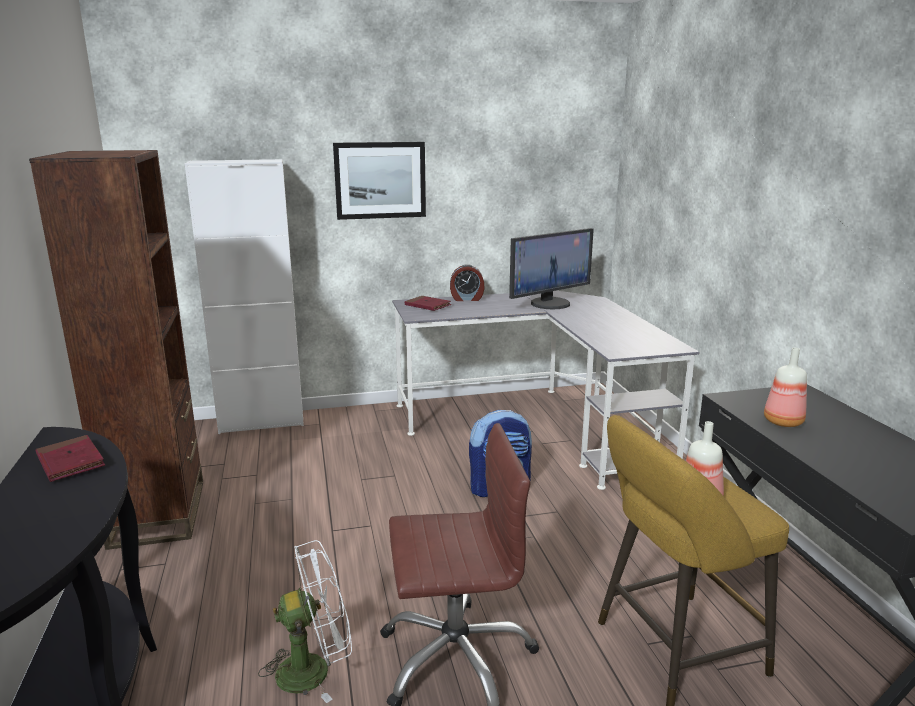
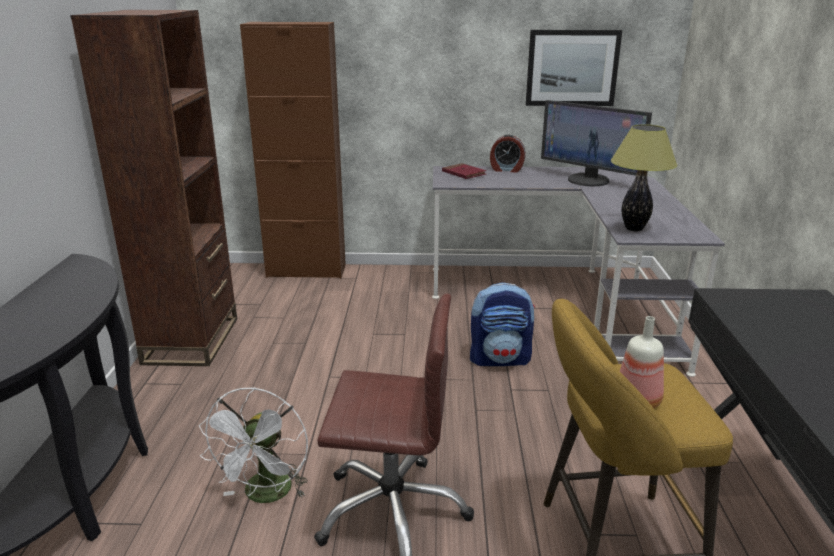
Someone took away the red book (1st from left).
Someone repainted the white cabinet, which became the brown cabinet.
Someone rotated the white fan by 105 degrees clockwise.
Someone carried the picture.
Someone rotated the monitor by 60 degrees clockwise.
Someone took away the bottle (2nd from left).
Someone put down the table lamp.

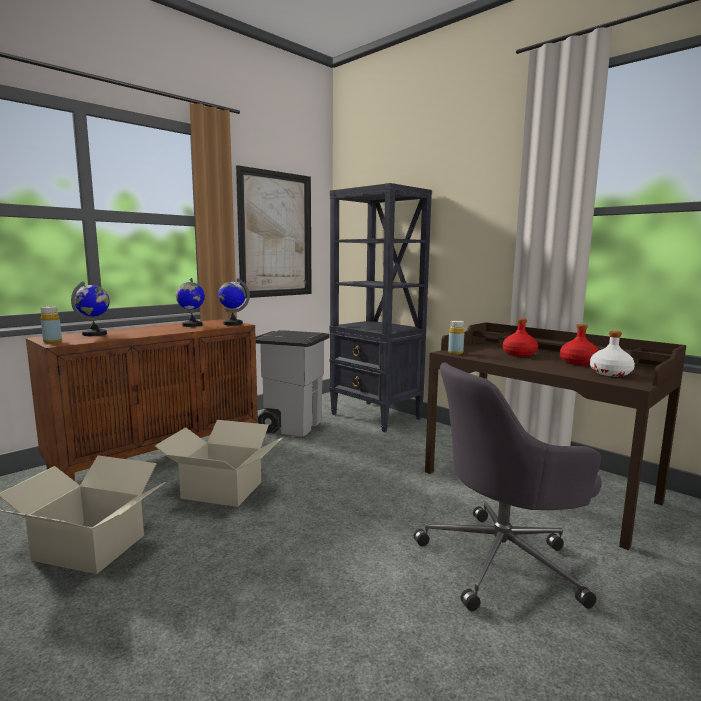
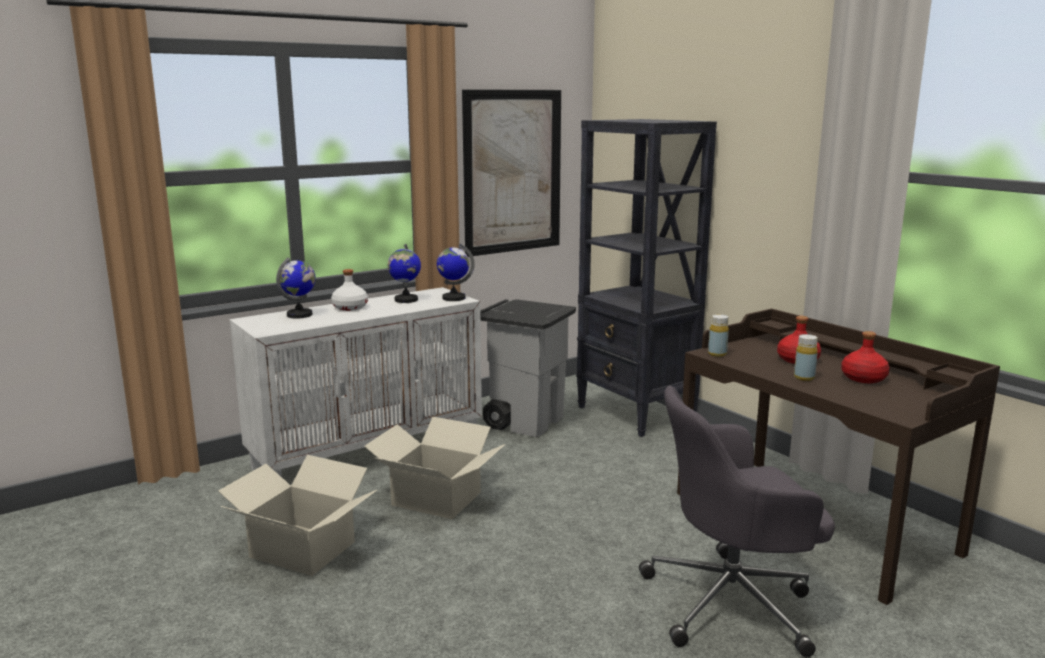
Someone repainted the brown cabinet, which became the white cabinet.
Someone carried the yellow bottle (1st from left in the first image).
Someone carried the white bottle.

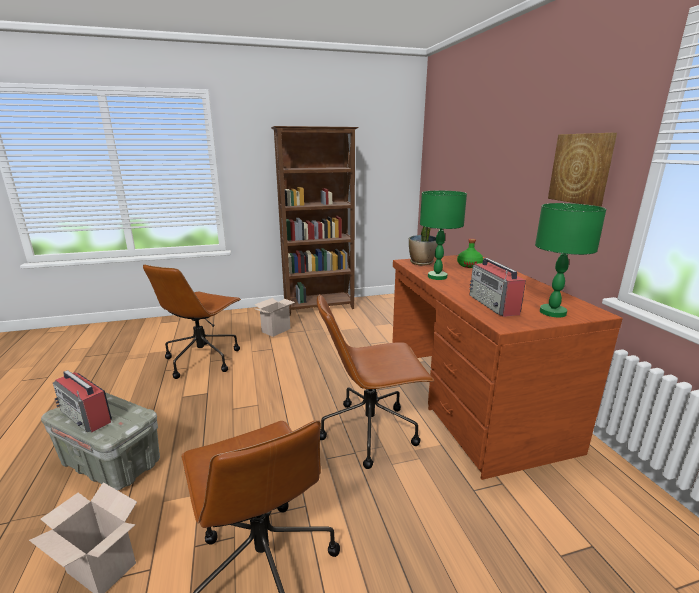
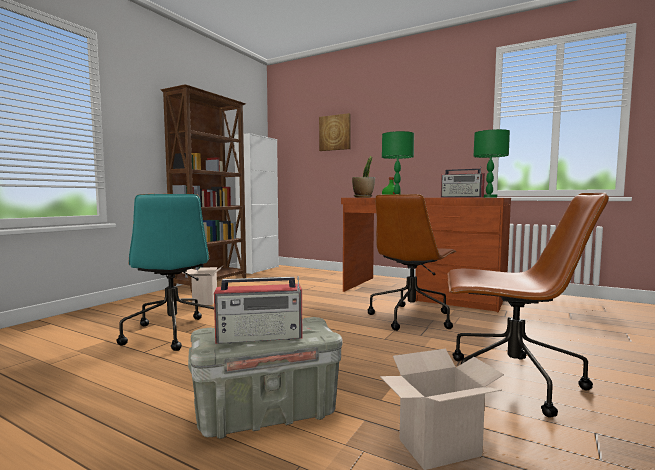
Someone repainted the brown office chair (1st from left), which became the turquoise office chair.
Someone carried the picture.
Someone put down the white cabinet.

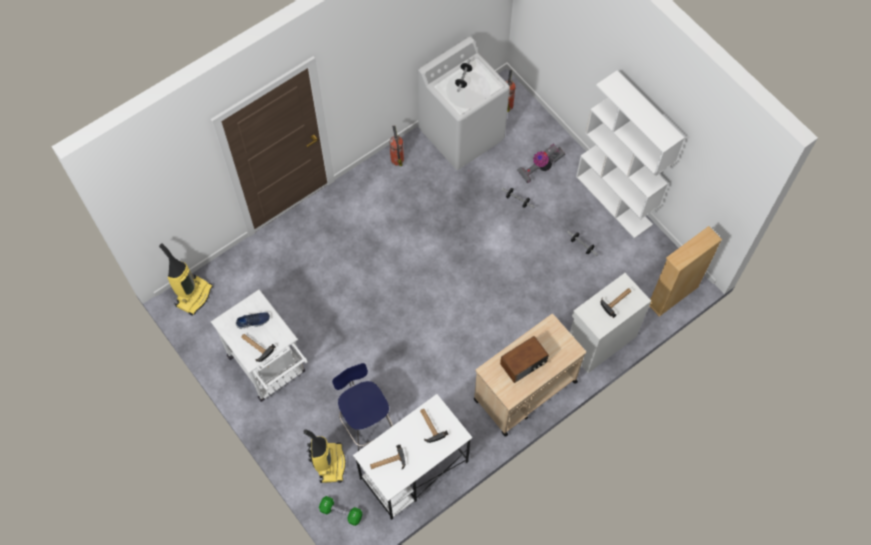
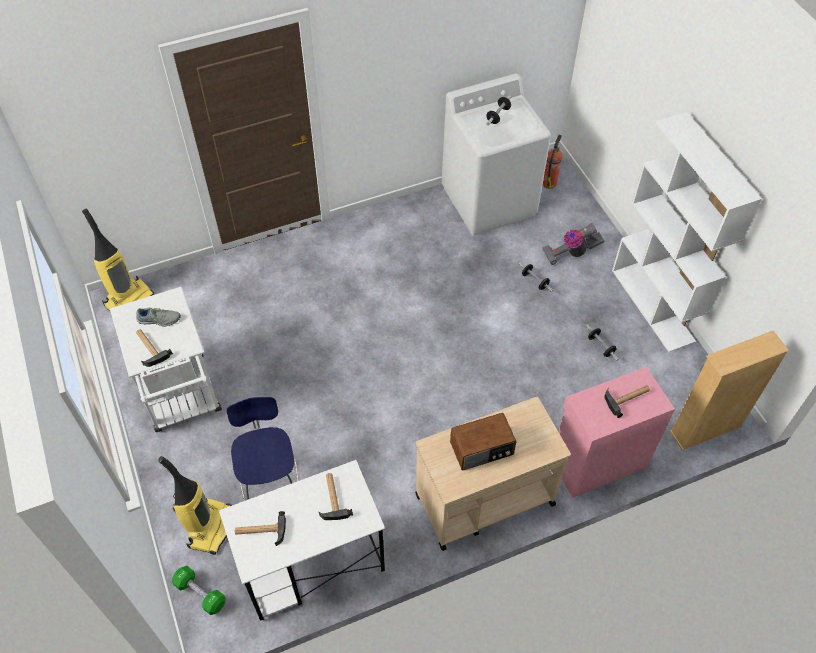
Someone repainted the blue shoe, which became the grey shoe.
Someone took away the fire extinguisher (1st from left).
Someone repainted the white cabinet, which became the pink cabinet.

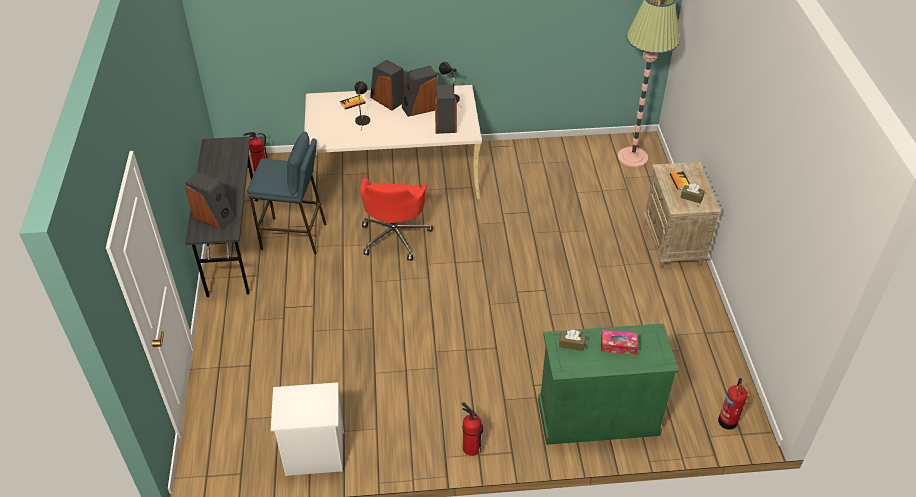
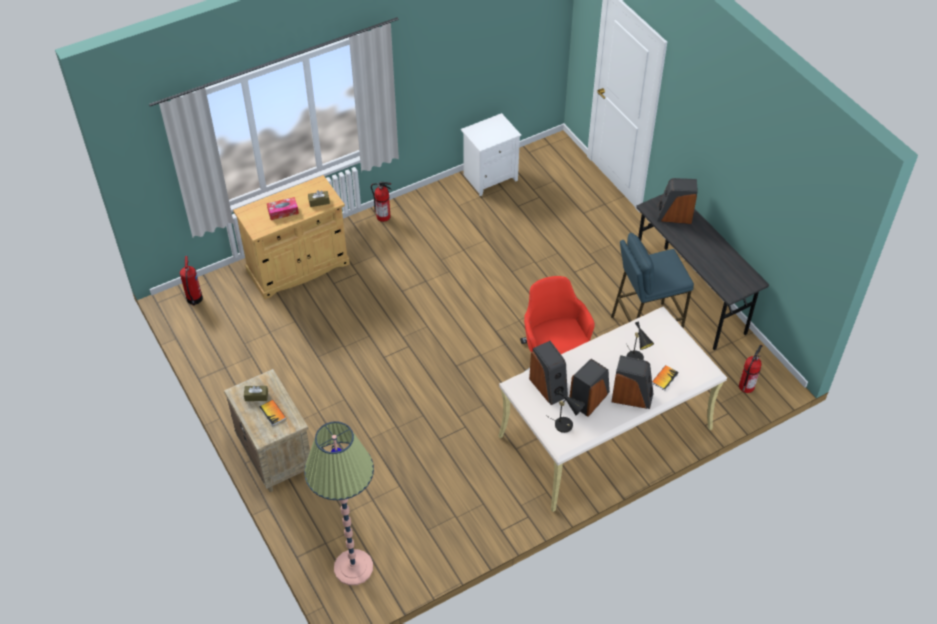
Someone repainted the green cabinet, which became the beige cabinet.

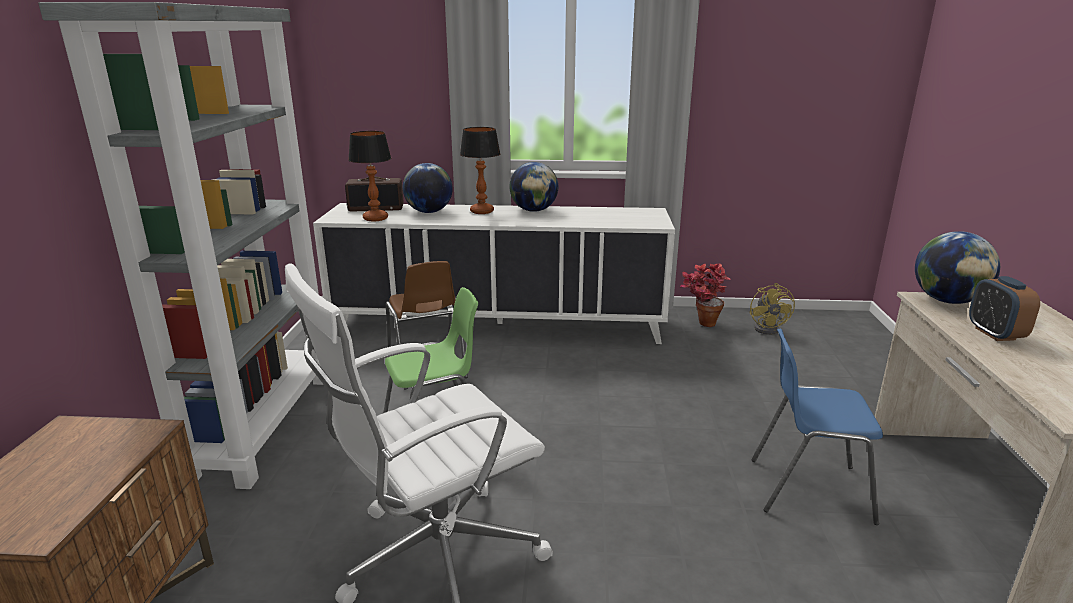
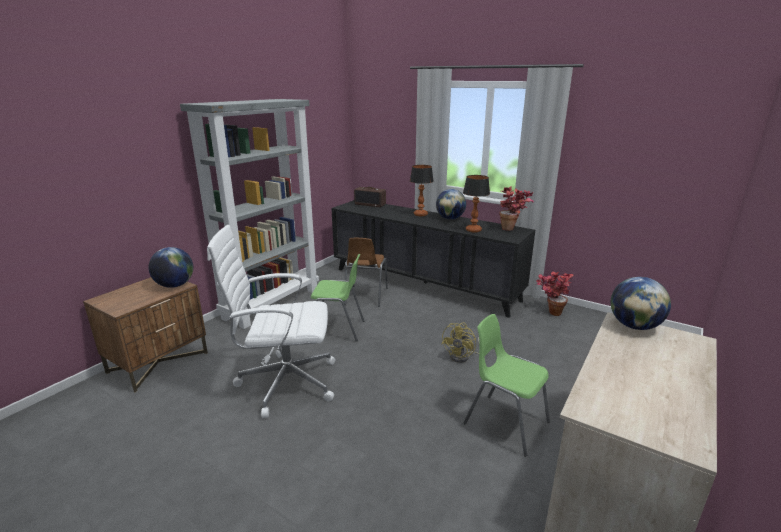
Someone repainted the white cabinet, which became the black cabinet.
Someone carried the table lamp (1st from left in the first image).
Someone carried the globe (1st from left).
Someone carried the yellow fan.
Someone repainted the blue chair, which became the green chair (2nd from left).
Someone took away the alarm clock.
Someone put down the potted plant (1st from left).

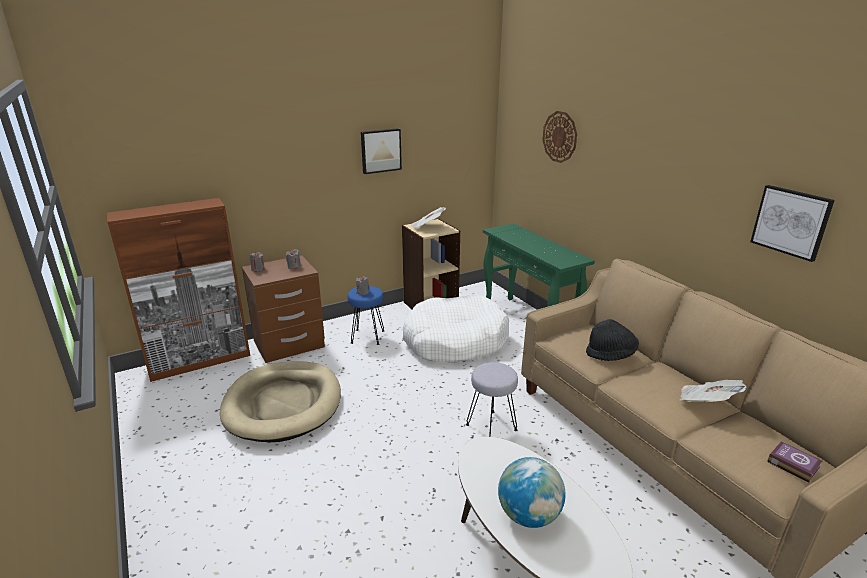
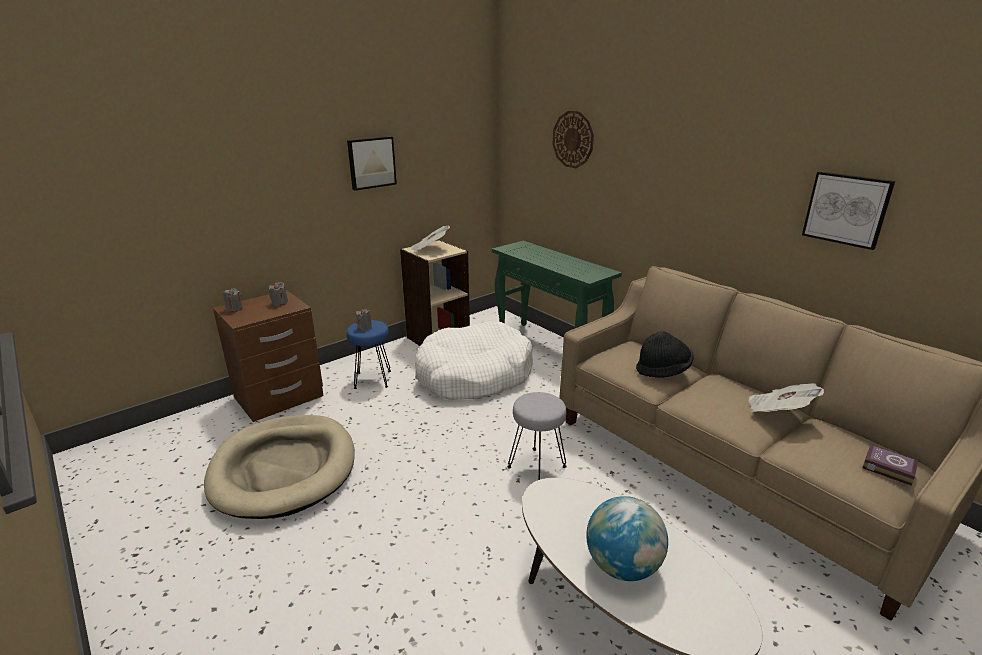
Someone took away the brown cabinet.

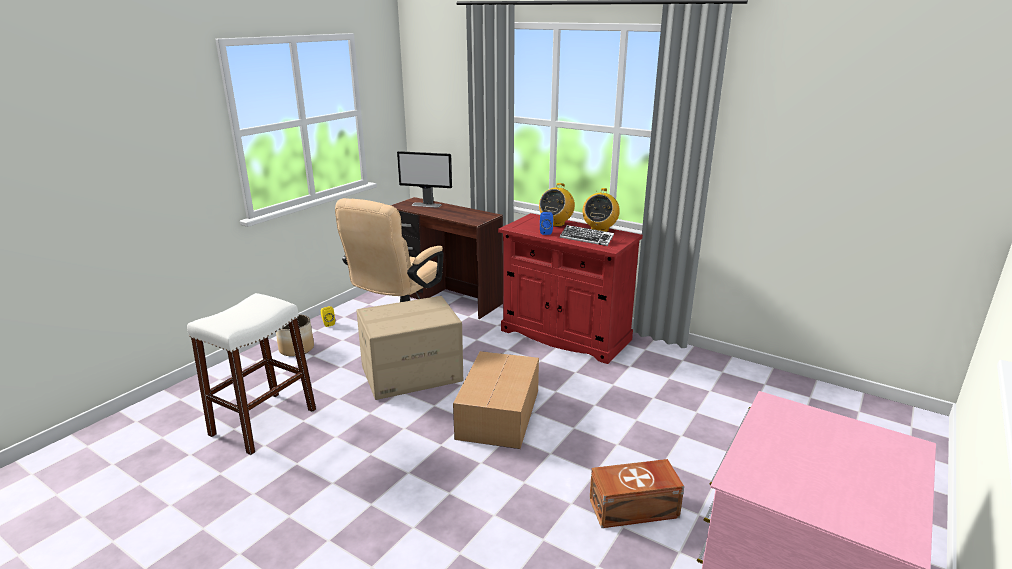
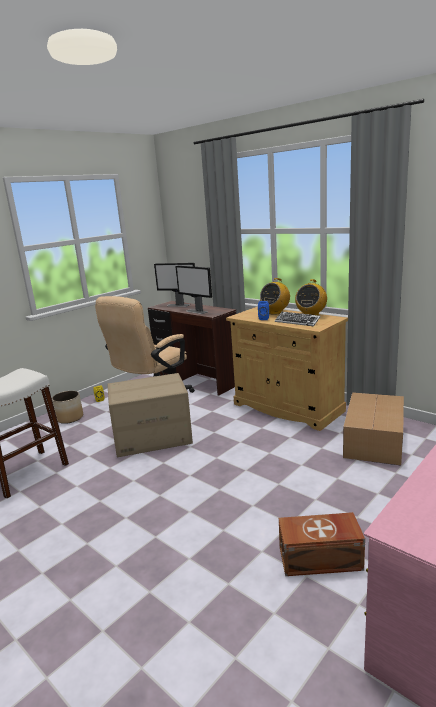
Someone carried the cardboard box (2nd from left).
Someone repainted the red cabinet, which became the beige cabinet.
Someone put down the monitor (2nd from left).

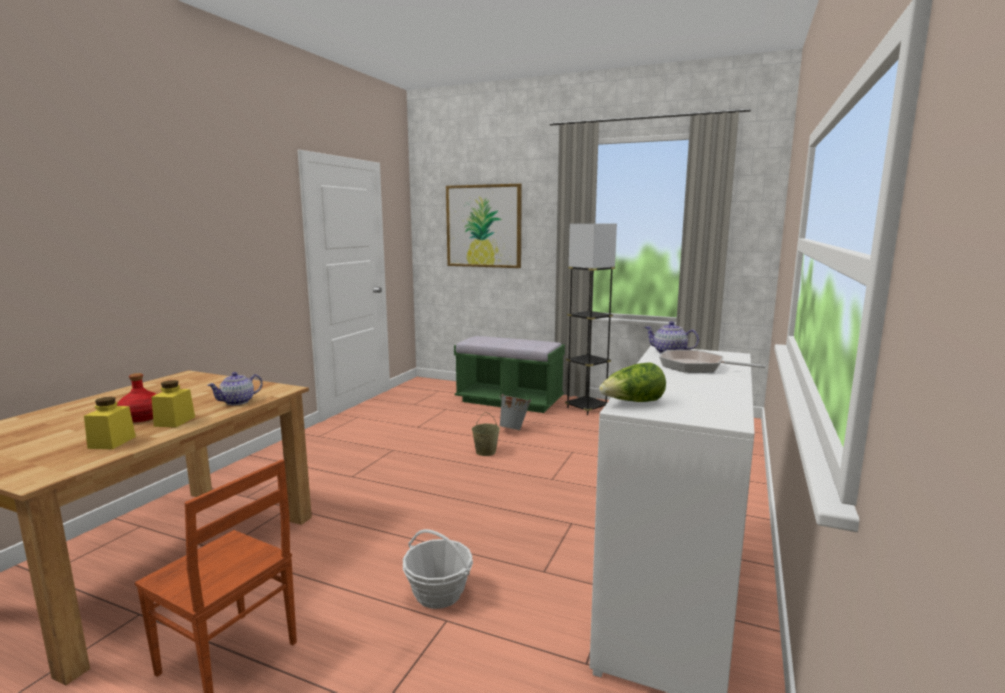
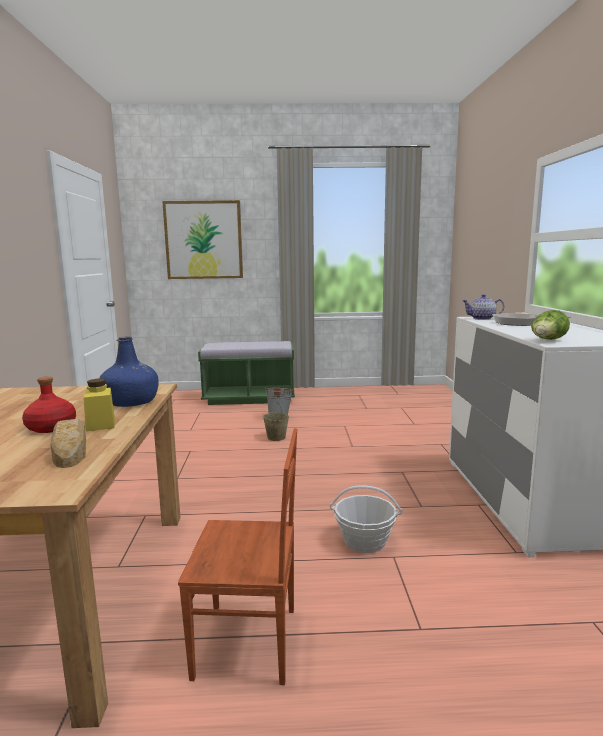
Someone swapped the yellow jar (1st from left) for the bread.
Someone swapped the teapot (1st from left) for the blue bottle.
Someone took away the grey floor lamp.

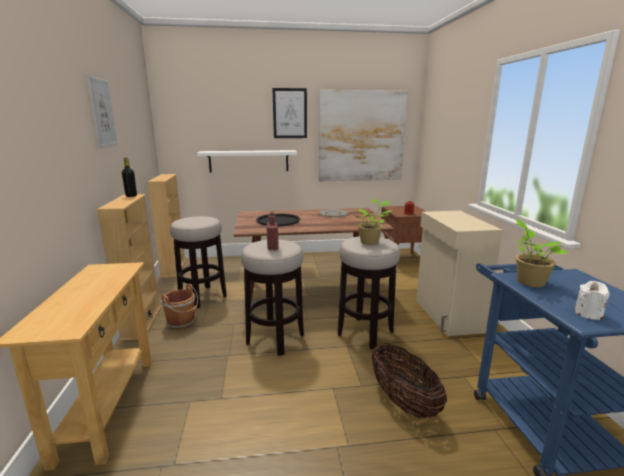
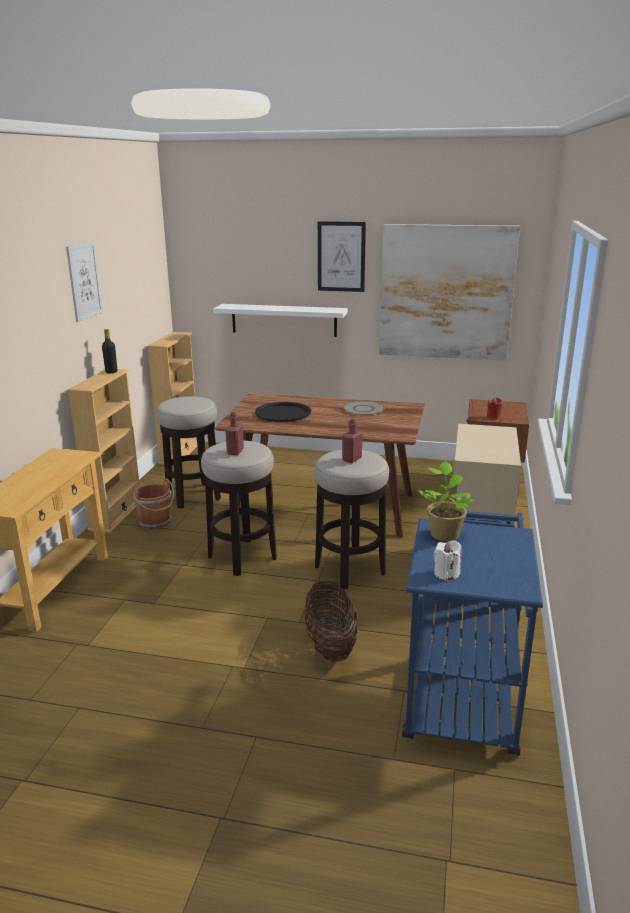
Someone swapped the potted plant (1st from left) for the red bottle (2nd from left).

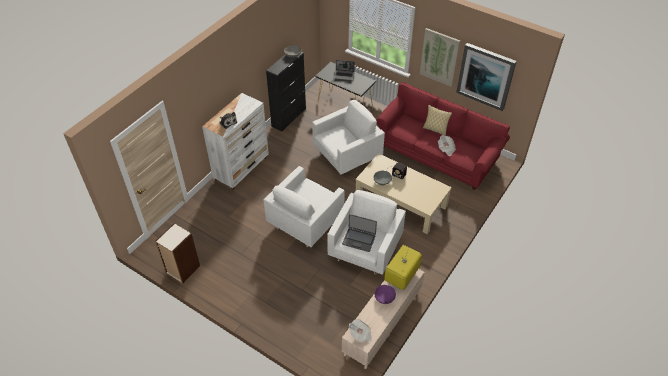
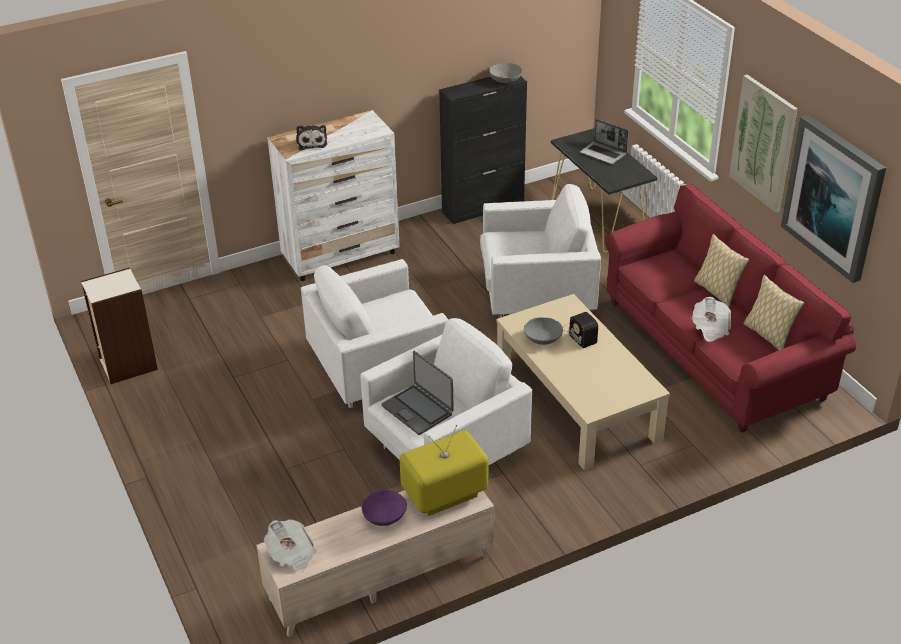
Someone put down the pillow (2nd from left).

